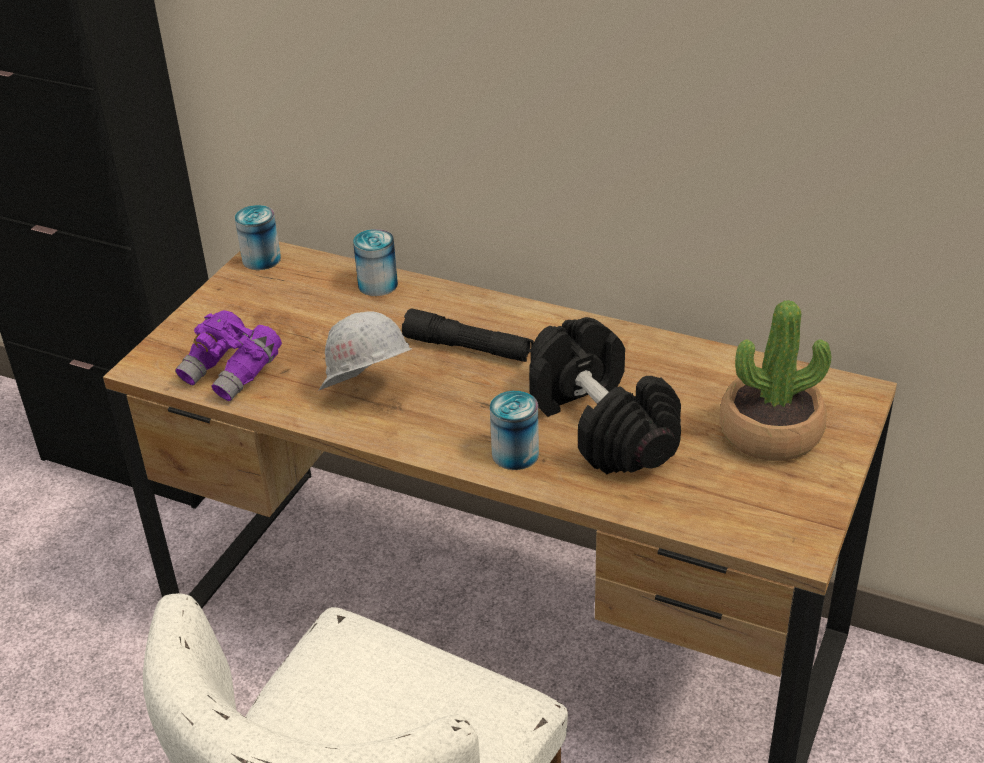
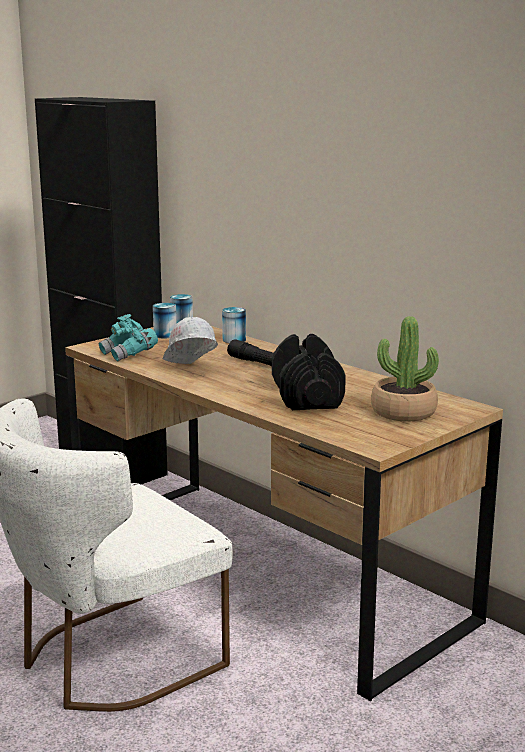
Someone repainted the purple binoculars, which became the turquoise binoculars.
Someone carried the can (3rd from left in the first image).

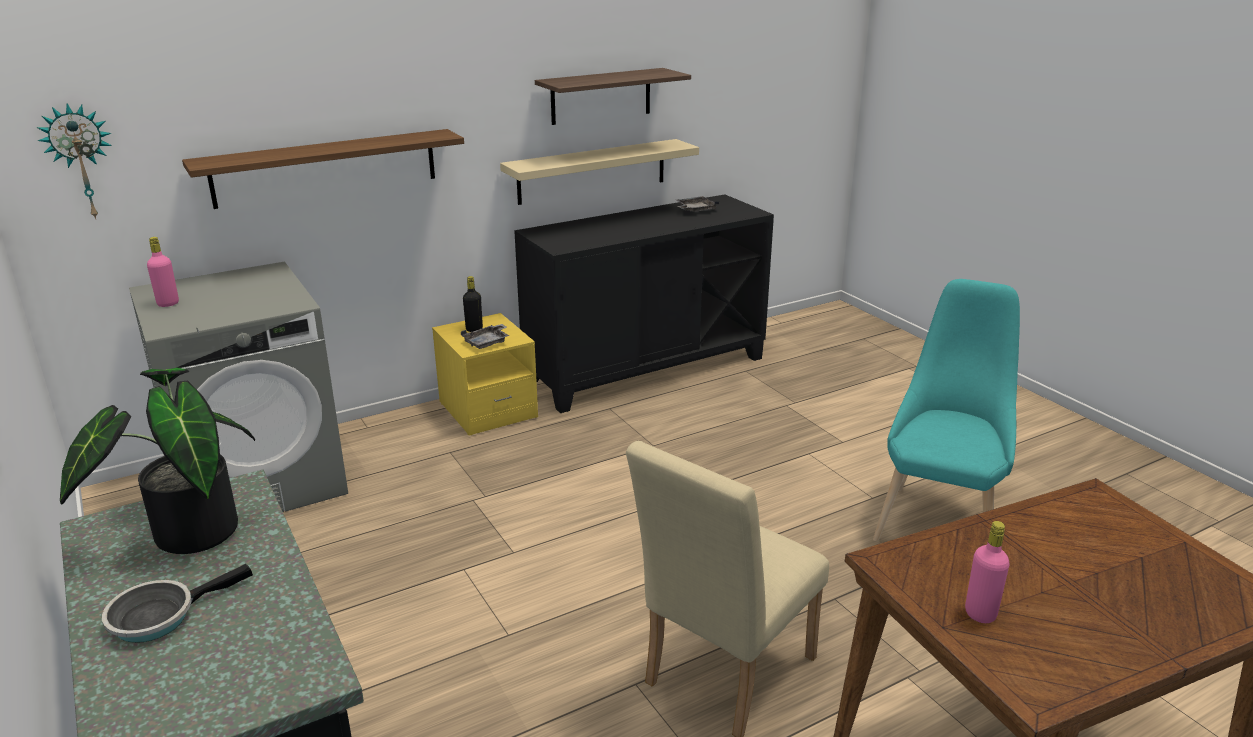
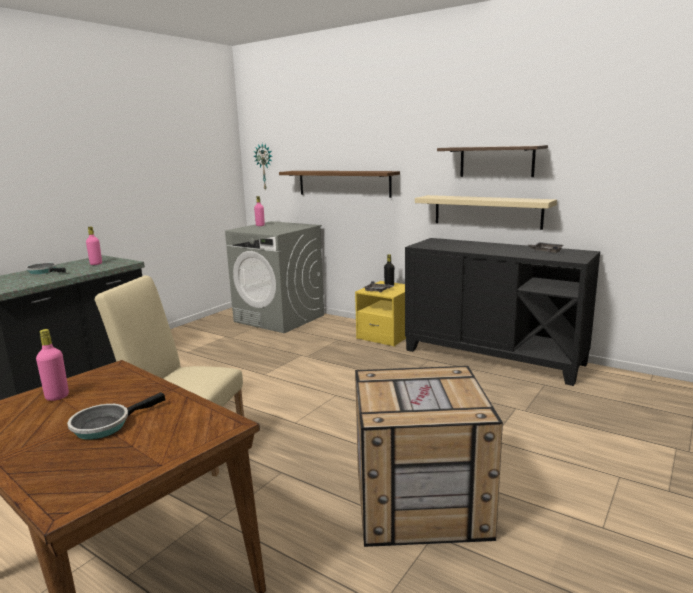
Someone swapped the potted plant for the pink bottle (2nd from left).
Someone swapped the turquoise chair for the crate.
Someone put down the frying pan (2nd from left).

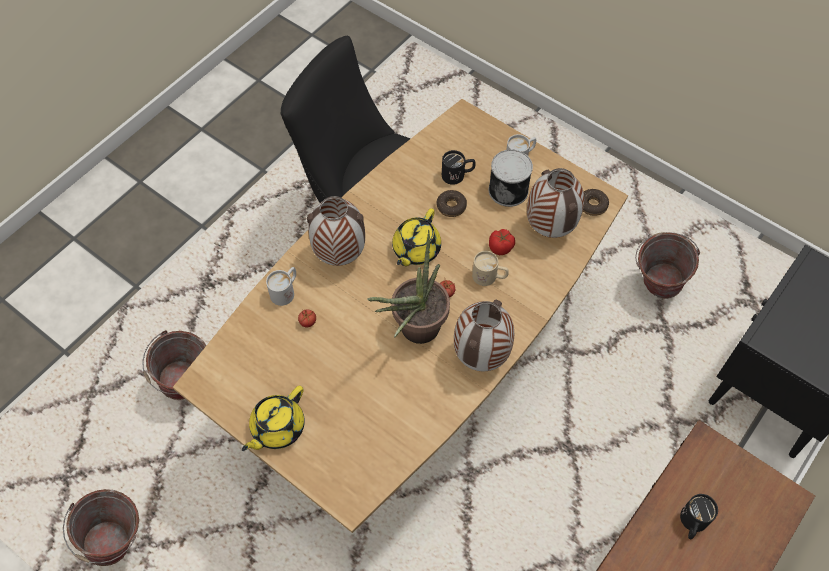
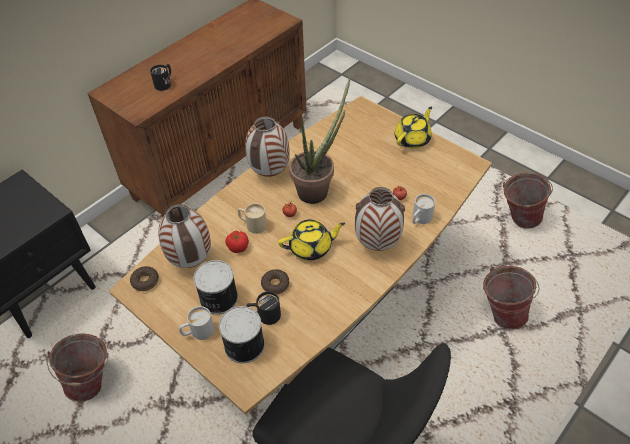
Someone rotated the yellow teapot (2nd from left in the first image) by 45 degrees clockwise.
Someone put down the can (2nd from left).

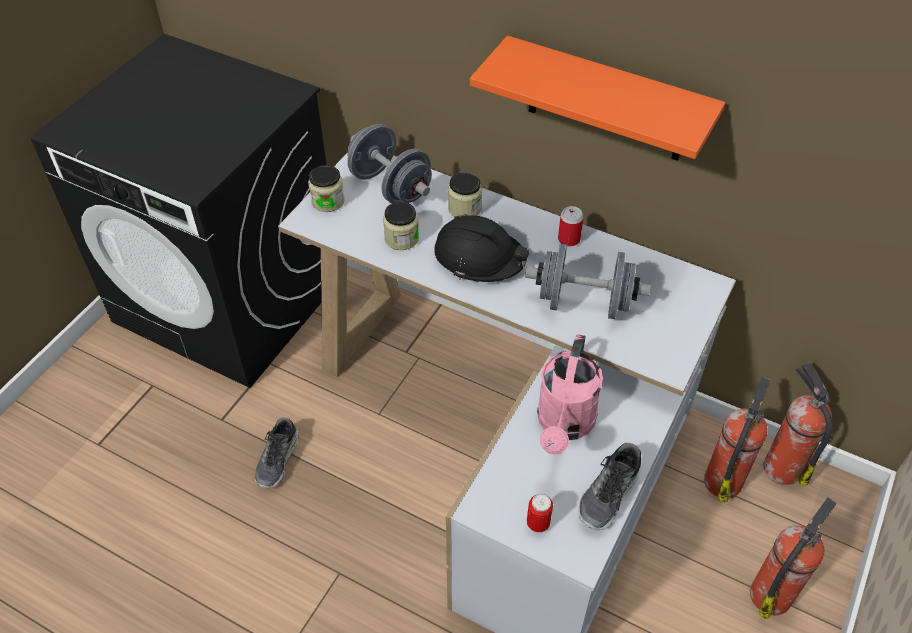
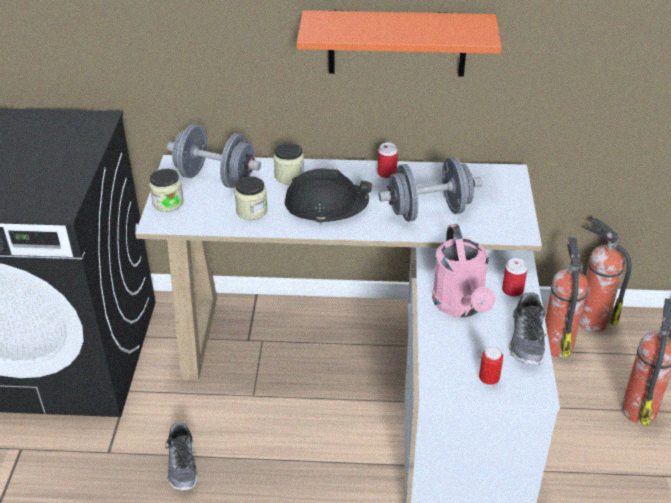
Someone put down the can (3rd from left).

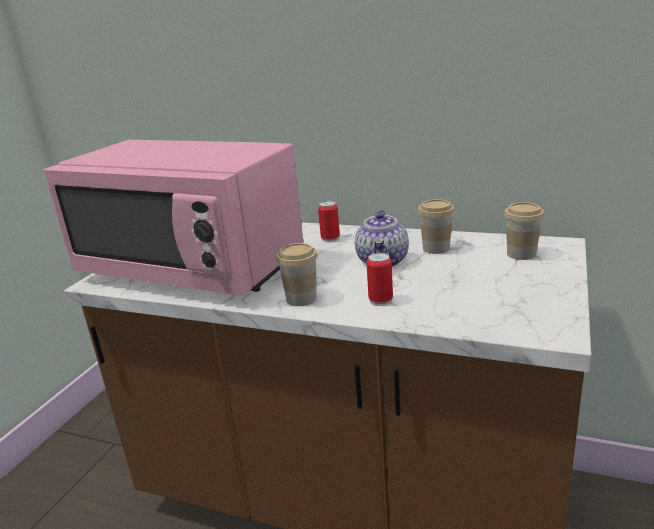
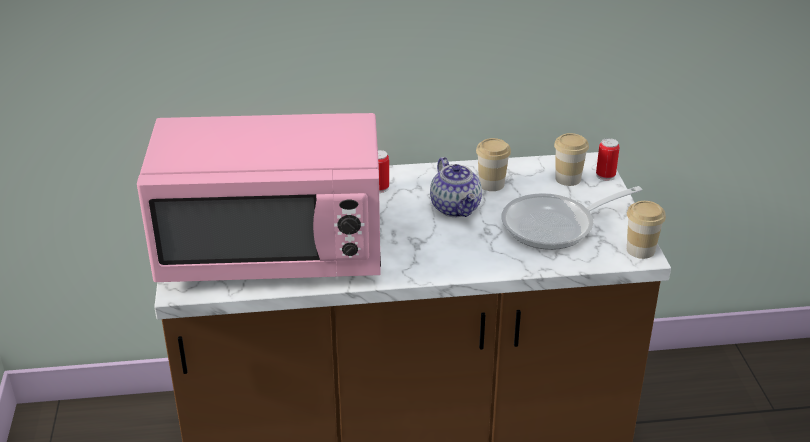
Someone carried the cup (1st from left in the first image).
Someone carried the can (2nd from left).
Someone put down the frying pan.

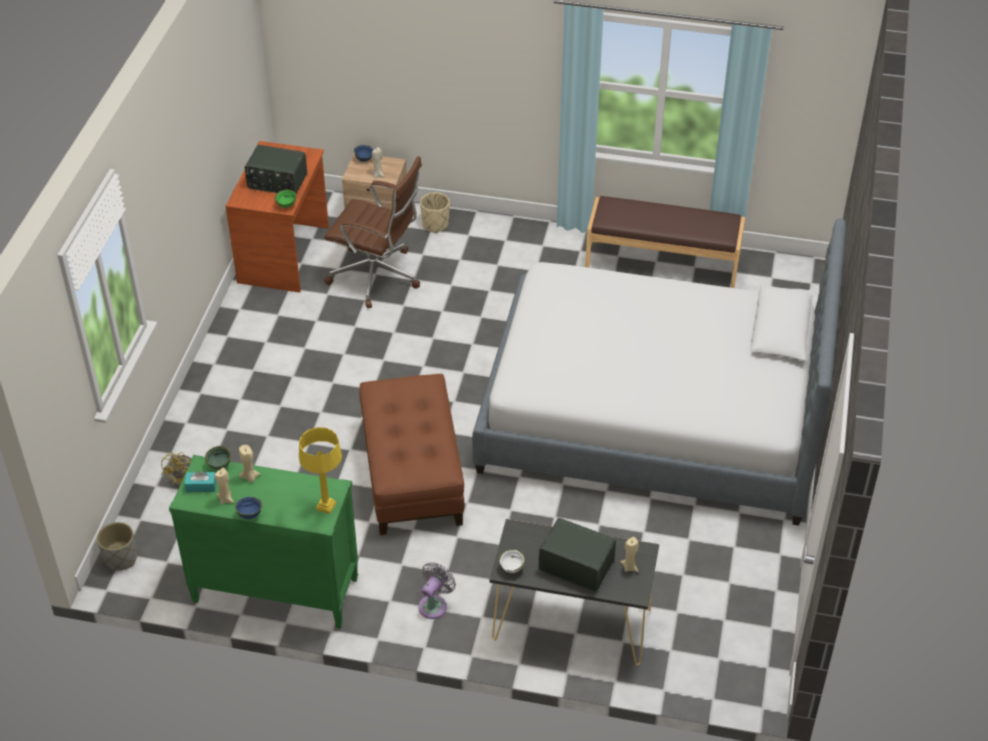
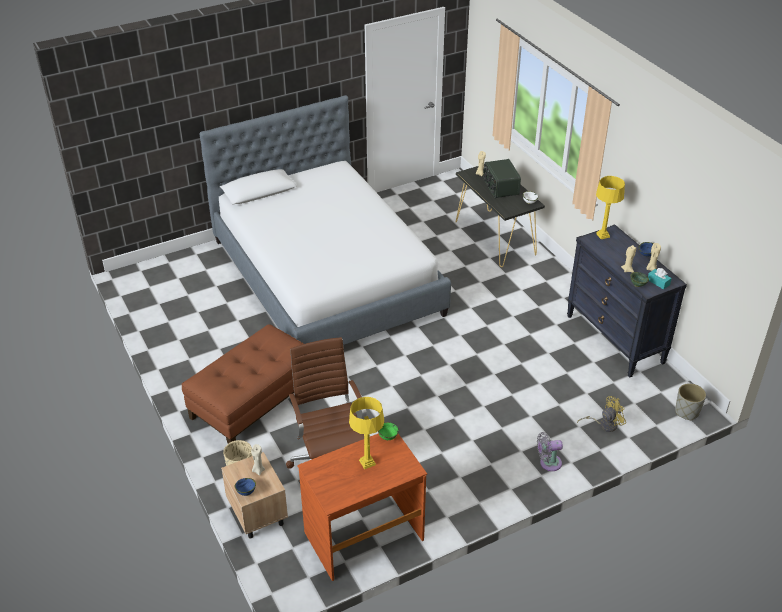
Someone repainted the green dresser, which became the black dresser.
Someone swapped the radio (1st from left) for the yellow table lamp (1st from left).
Someone carried the brown ottoman.
Someone carried the grey fan.
Someone took away the brown bench.

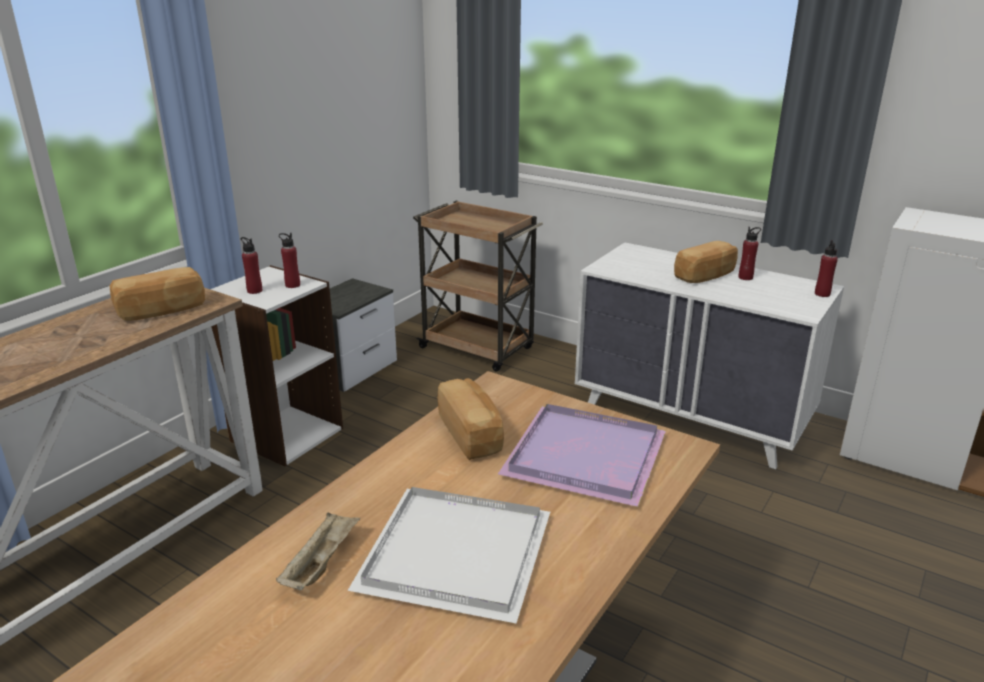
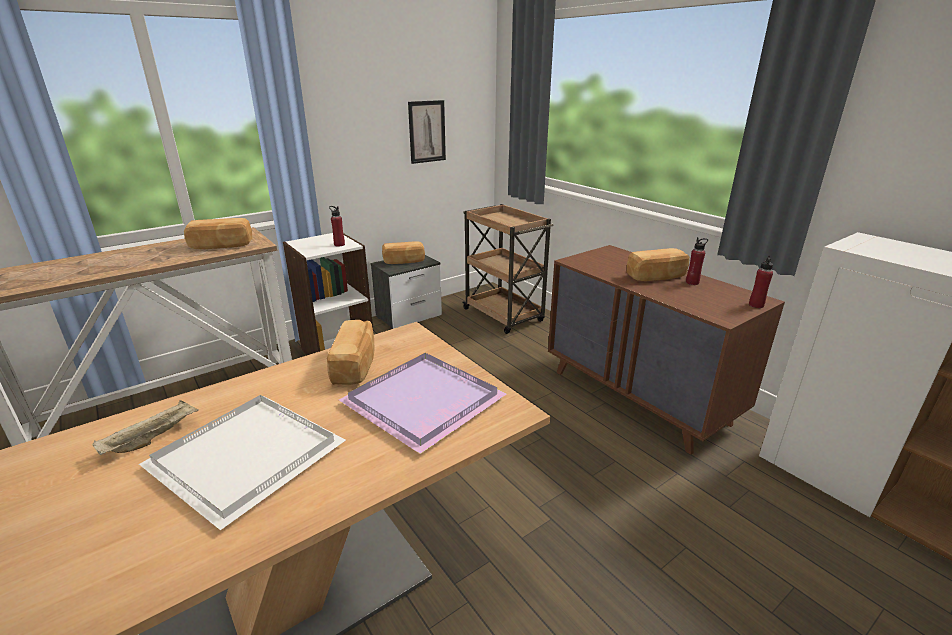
Someone took away the red bottle (1st from left).
Someone repainted the white dresser, which became the brown dresser.
Someone put down the bread (3rd from left).
Someone put up the picture.

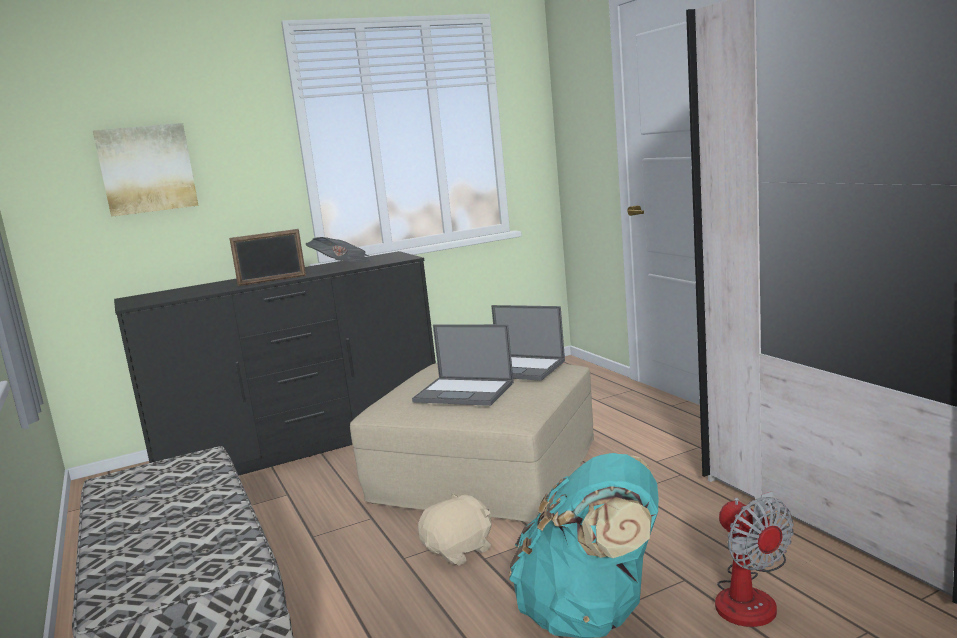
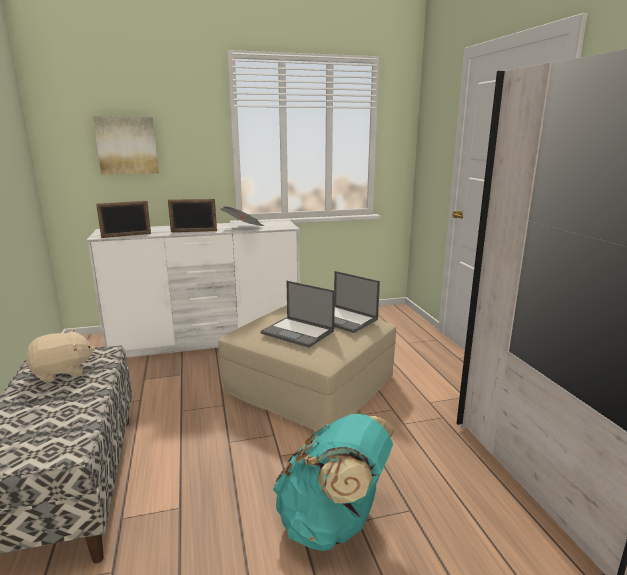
Someone repainted the black dresser, which became the white dresser.
Someone carried the beige plush toy.
Someone took away the fan.
Someone put down the picture frame (1st from left).

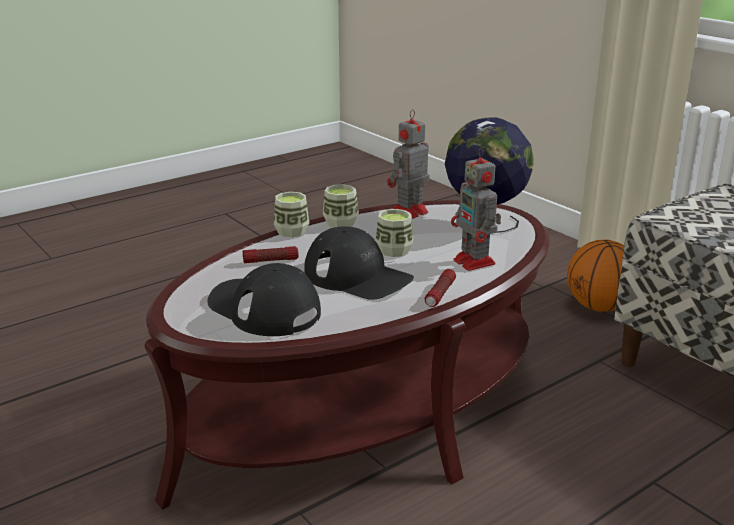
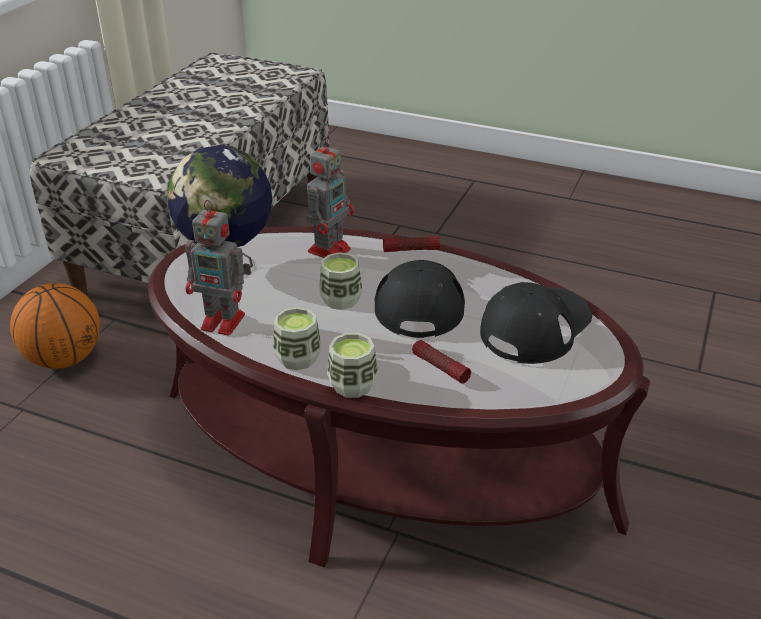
Someone rotated the black cap (1st from left in the first image) by 150 degrees counterclockwise.

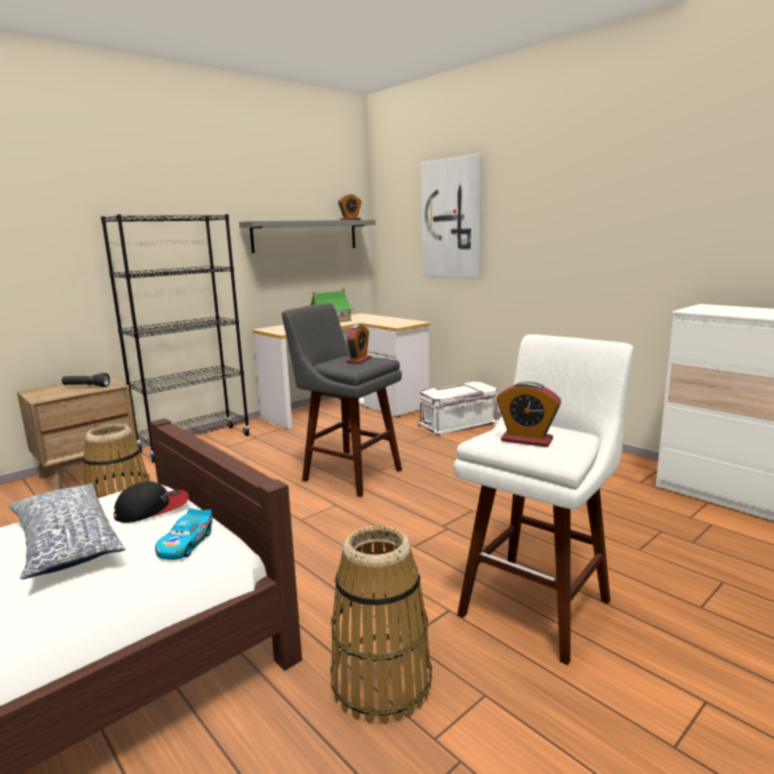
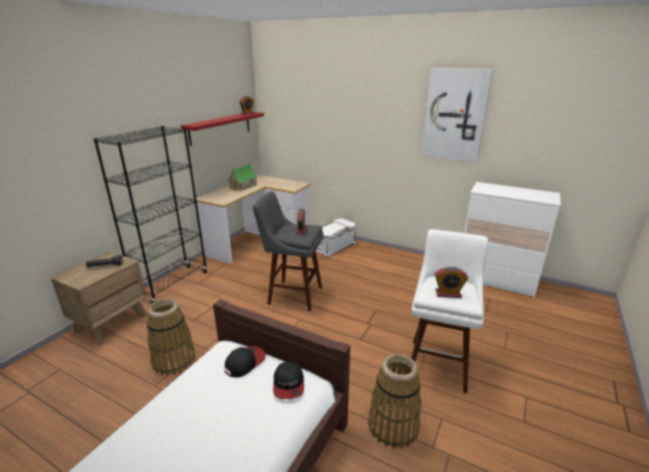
Someone took away the pillow.
Someone swapped the toy car for the cap (2nd from left).
Someone repainted the grey shelf, which became the red shelf.
Someone carried the picture.

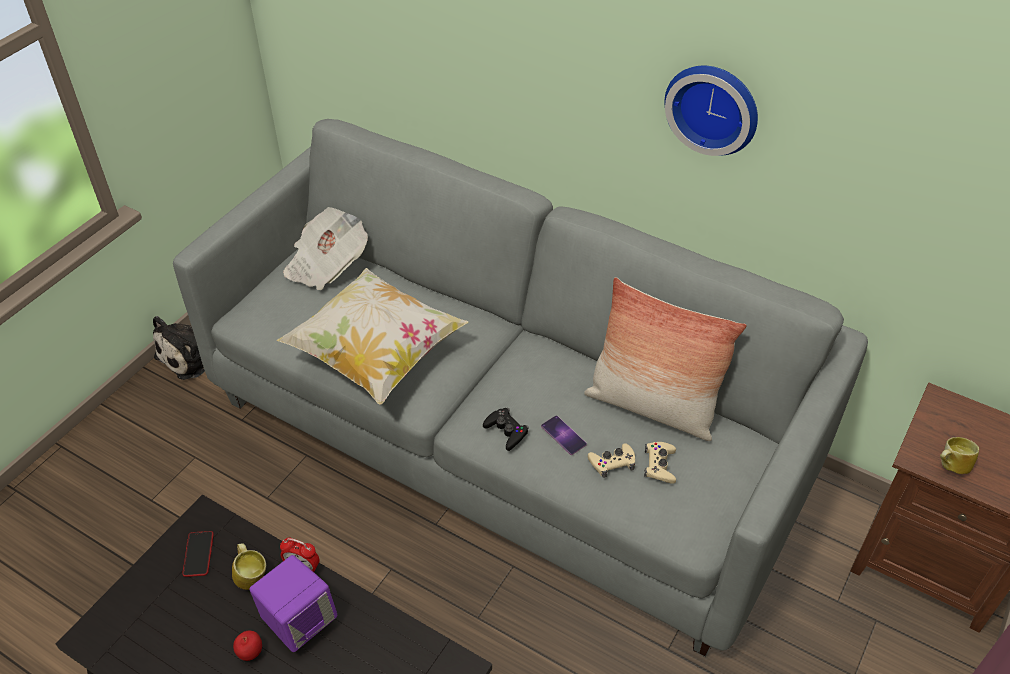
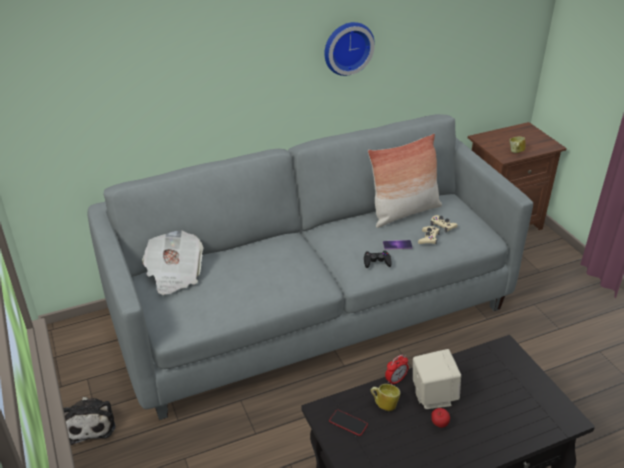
Someone repainted the purple speaker, which became the beige speaker.
Someone took away the pillow (1st from left).

